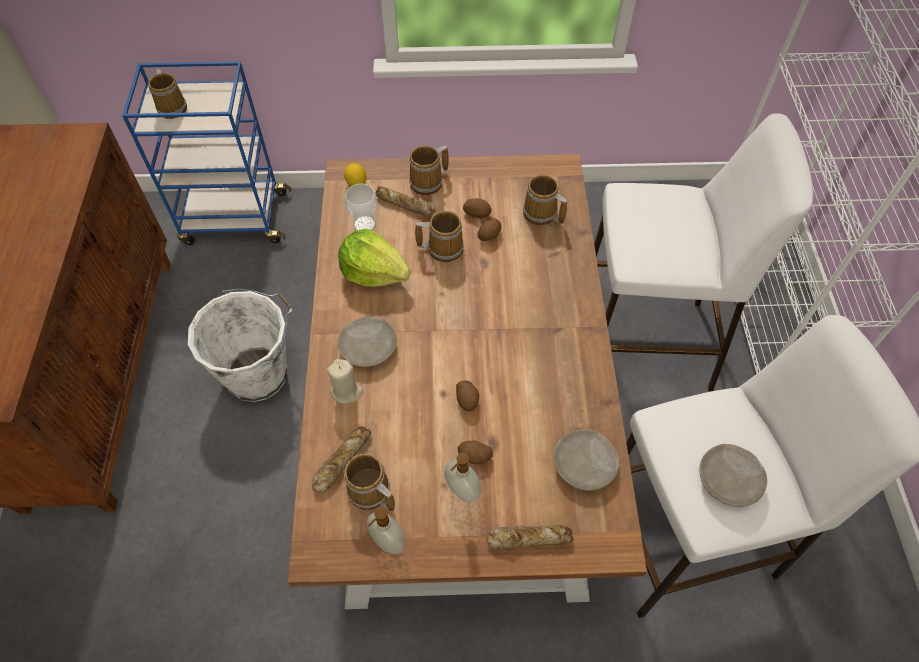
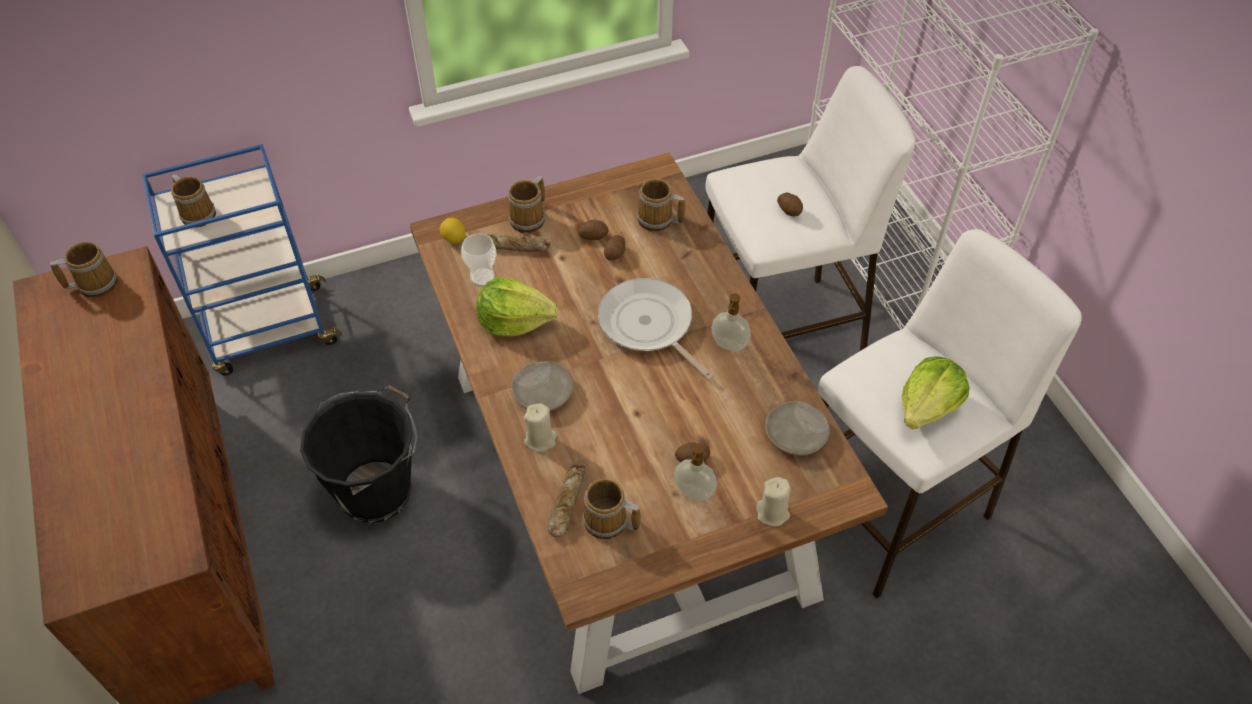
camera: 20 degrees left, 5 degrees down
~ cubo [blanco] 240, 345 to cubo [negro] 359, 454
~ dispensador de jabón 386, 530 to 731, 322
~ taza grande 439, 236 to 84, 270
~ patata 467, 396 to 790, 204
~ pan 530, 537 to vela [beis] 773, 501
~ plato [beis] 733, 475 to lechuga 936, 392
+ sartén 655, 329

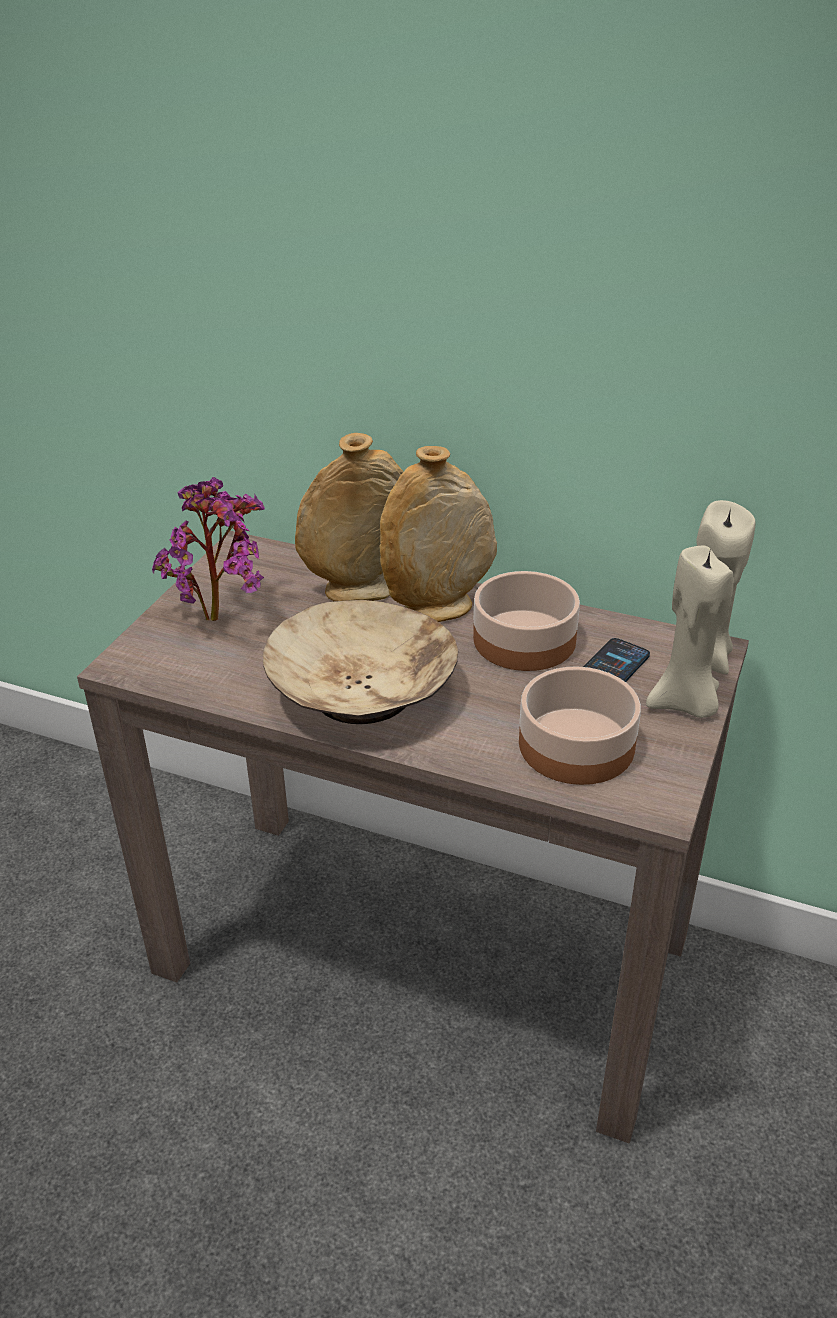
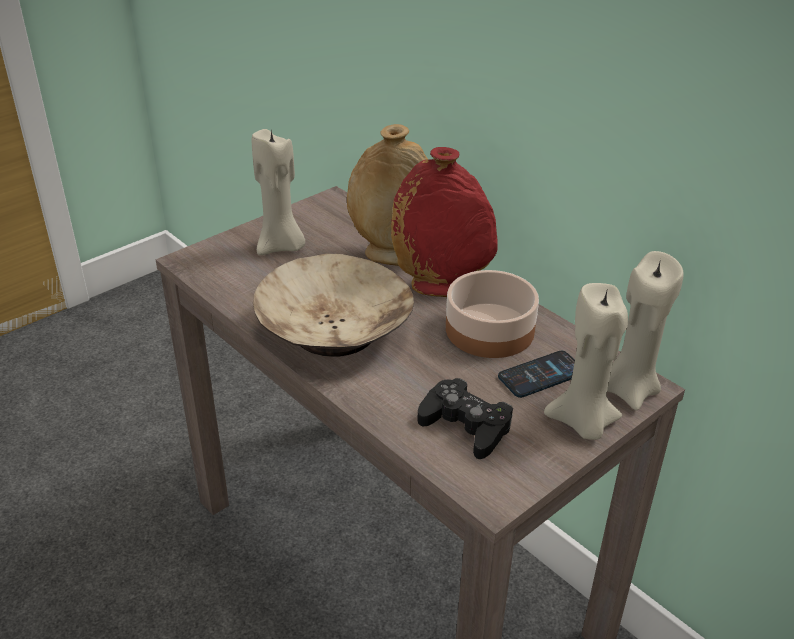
camera: 25 degrees right, 0 degrees up
~ planta en maceta 208, 549 to vela [beis] 278, 192
~ florero [beis] 438, 534 to florero [rojo] 444, 222
~ cuenco 580, 725 to mando de consola [negro] 465, 418

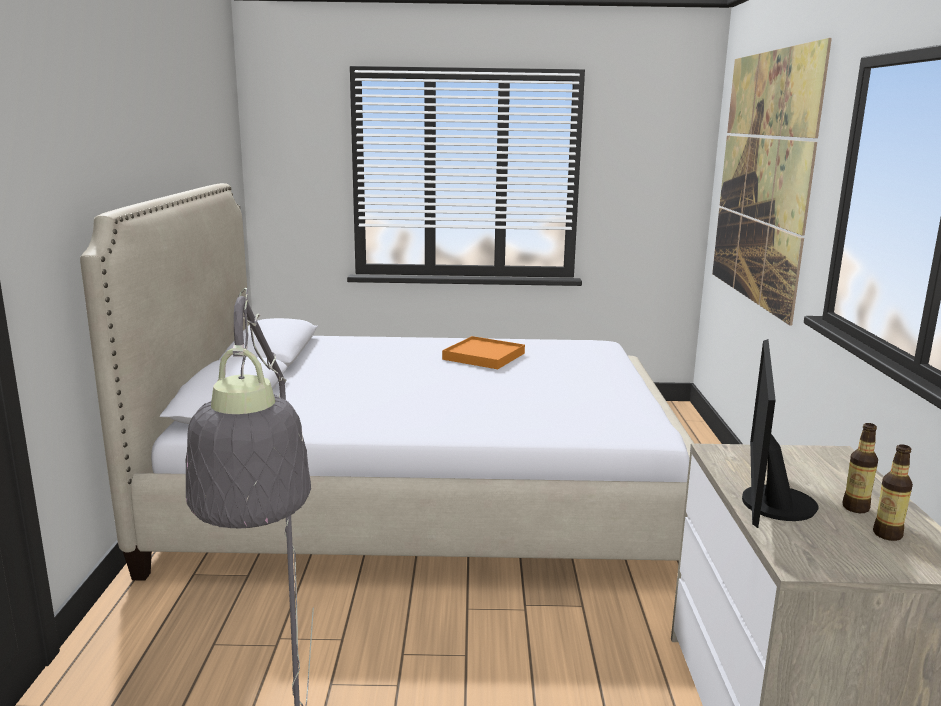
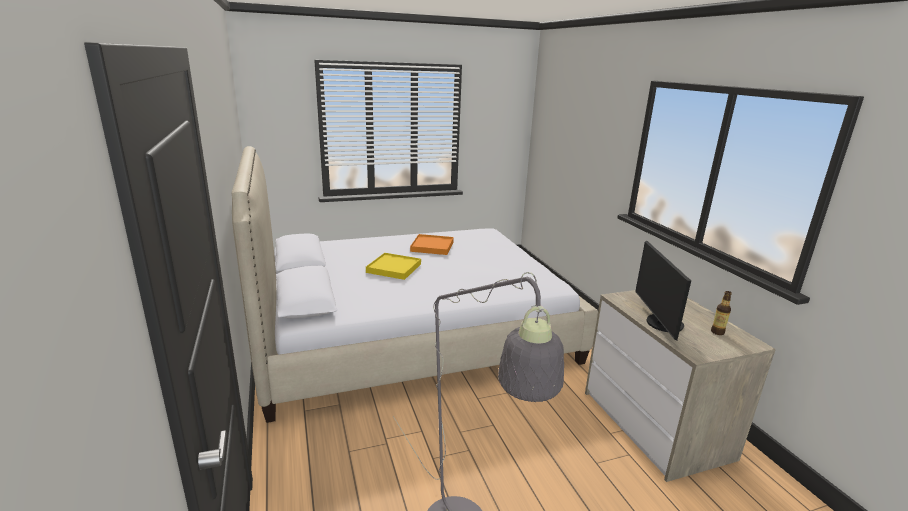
camera: 20 degrees left, 5 degrees up
- cuadro 772, 182
- botella 860, 468
+ bandeja [amarillo] 393, 266

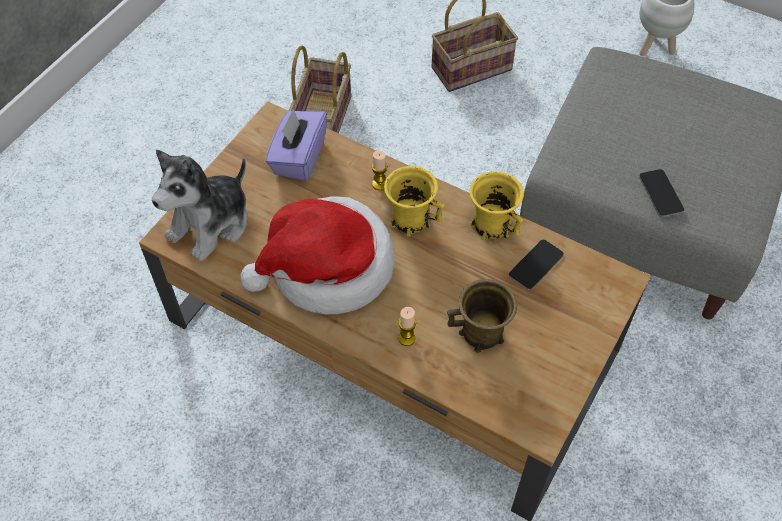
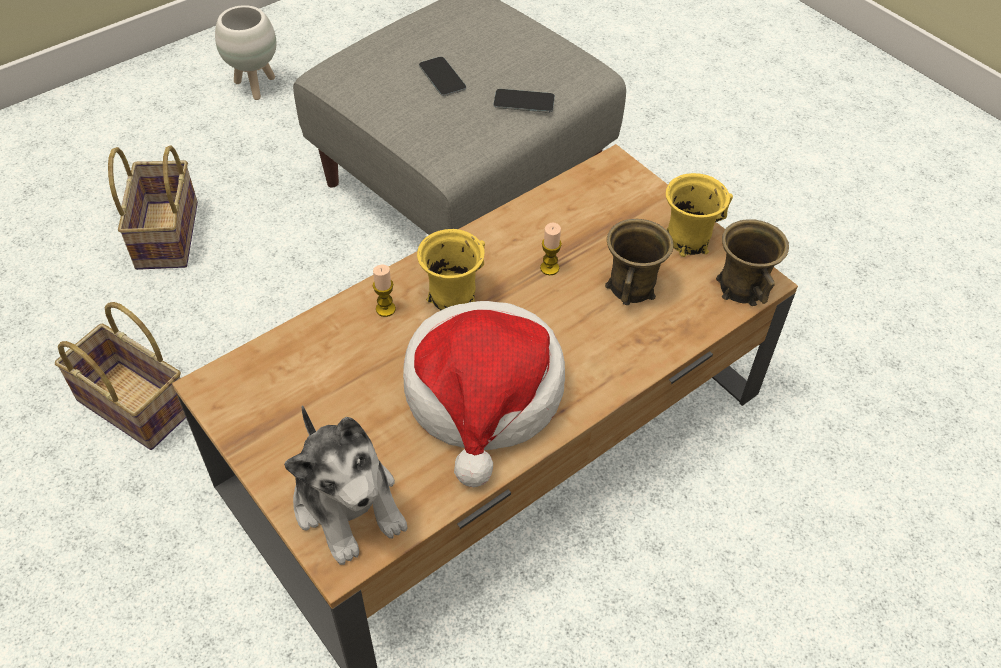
camera: 70 degrees left, 5 degrees down
- caja de pañuelos [morado] 296, 145
~ vela 407, 326 to 551, 248
~ taza grande [amarillo] 496, 205 to 699, 215
~ móvil 536, 265 to 442, 76
+ taza grande [marrón] 752, 262

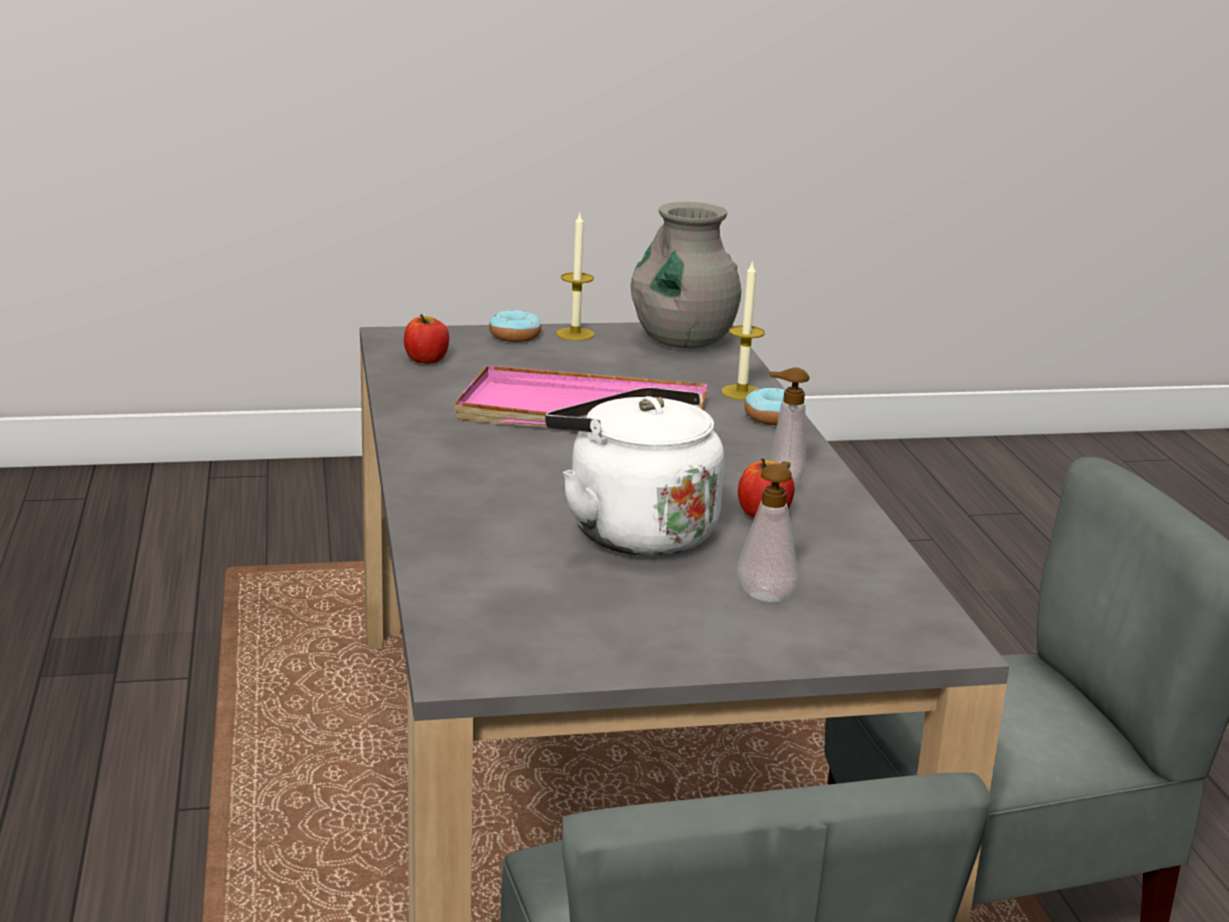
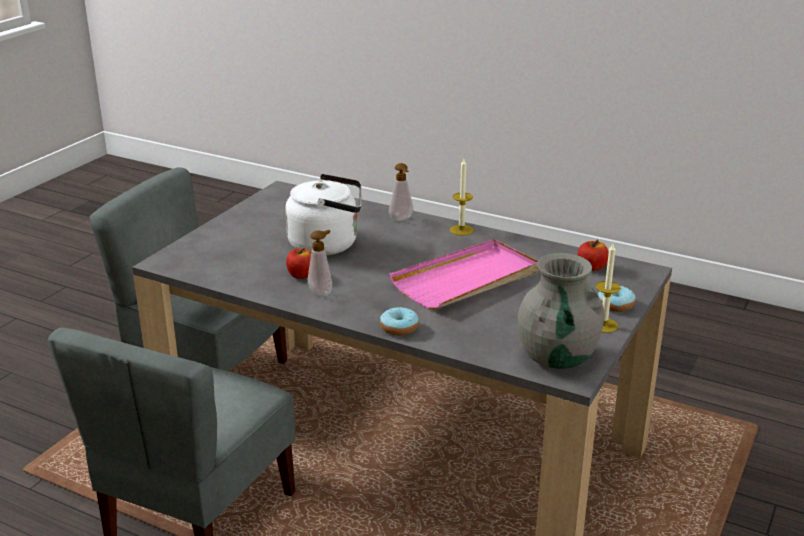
camera: 130 degrees right, 5 degrees up
~ vela 743, 330 to 462, 197
~ dispensador de jabón 767, 531 to 401, 192

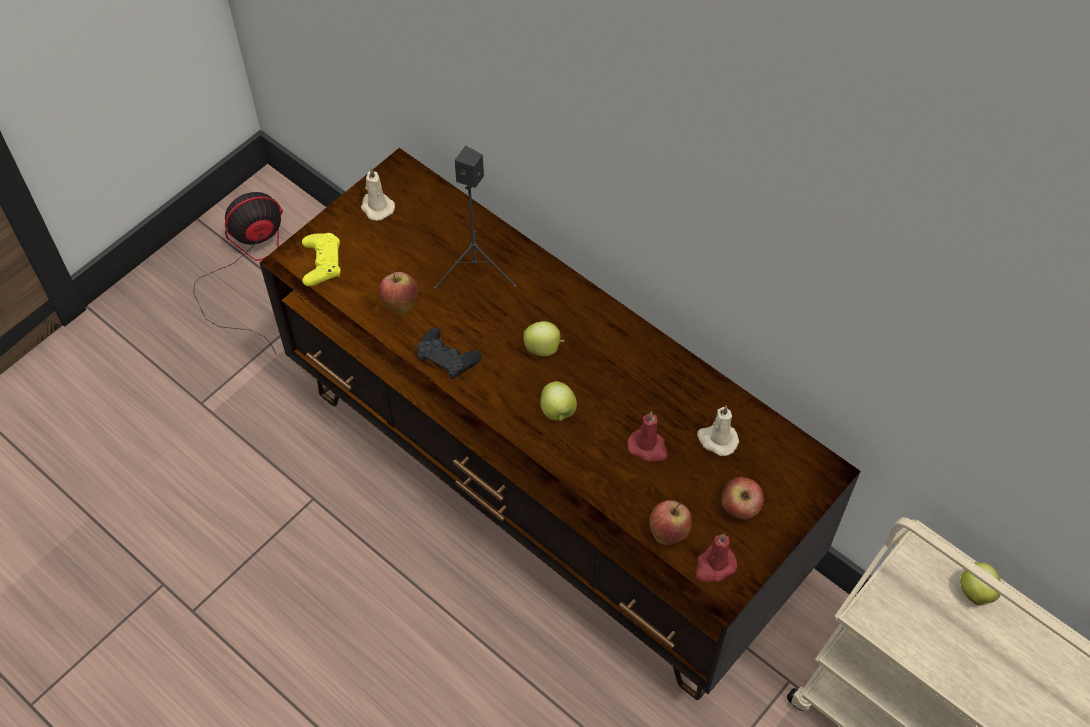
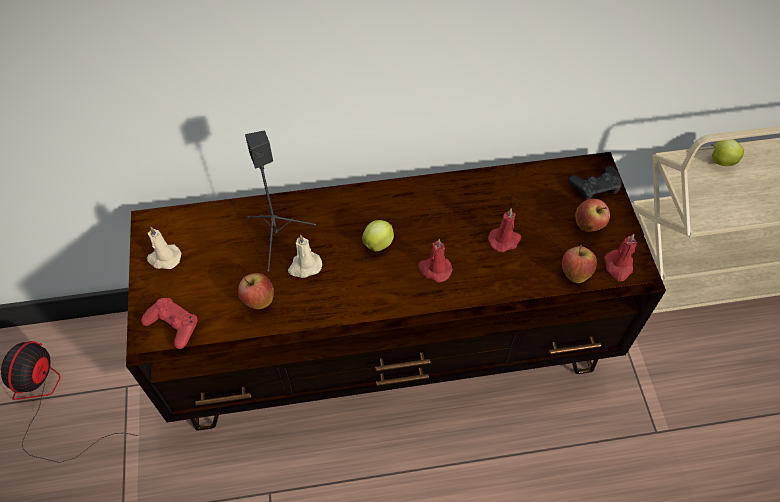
camera: 50 degrees left, 0 degrees up
~ mando de consola [amarillo] 321, 259 to mando de consola [rojo] 169, 323
~ mando de consola [negro] 449, 353 to 595, 183
~ manzana 559, 401 to vela [rojo] 435, 260
~ vela [beis] 718, 430 to 305, 256

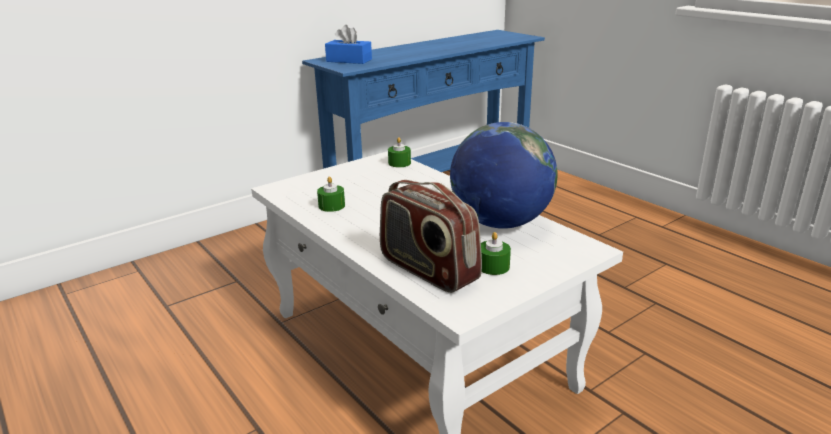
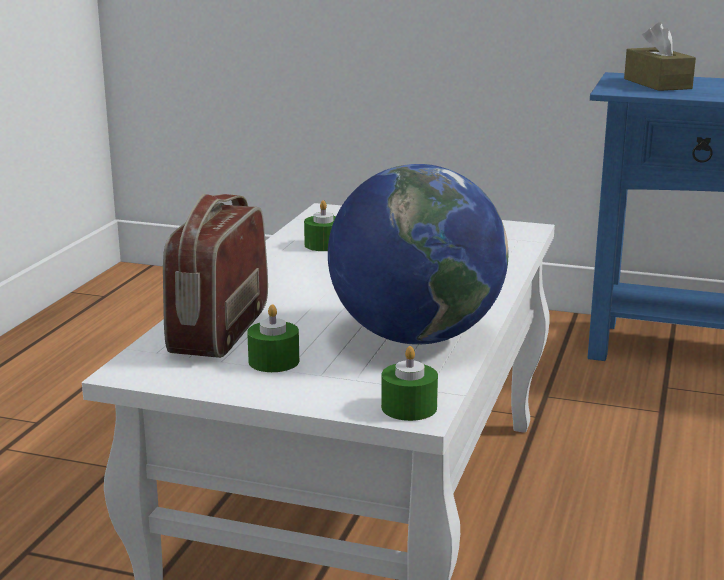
camera: 55 degrees right, 5 degrees down
~ caja de pañuelos [azul] 348, 44 to caja de pañuelos [marrón] 660, 56
~ vela [verde] 399, 152 to 409, 383

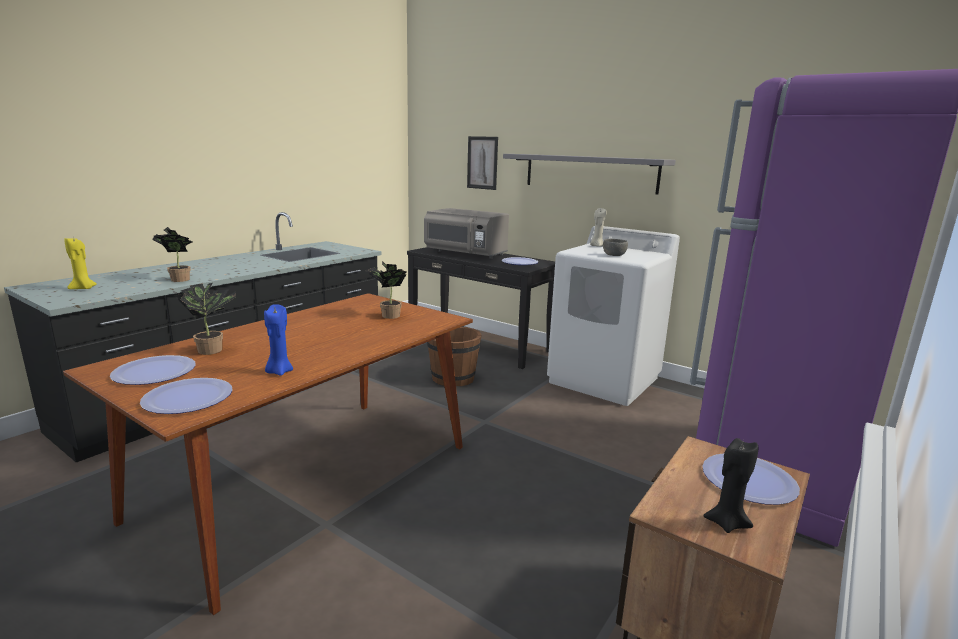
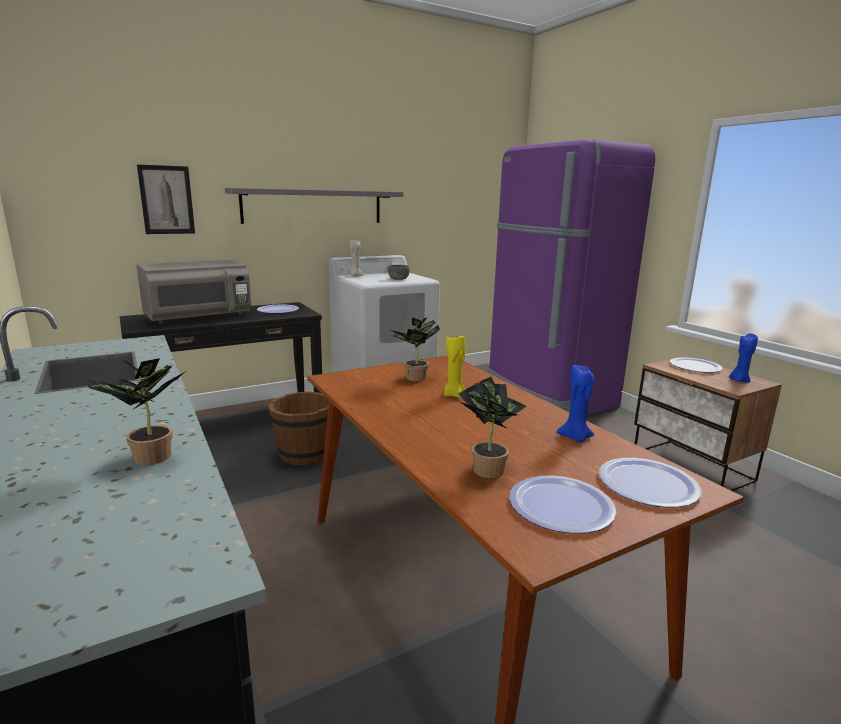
camera: 65 degrees left, 0 degrees up
~ vela [amarillo] 80, 262 to 455, 367
~ vela [negro] 730, 485 to vela [azul] 743, 358

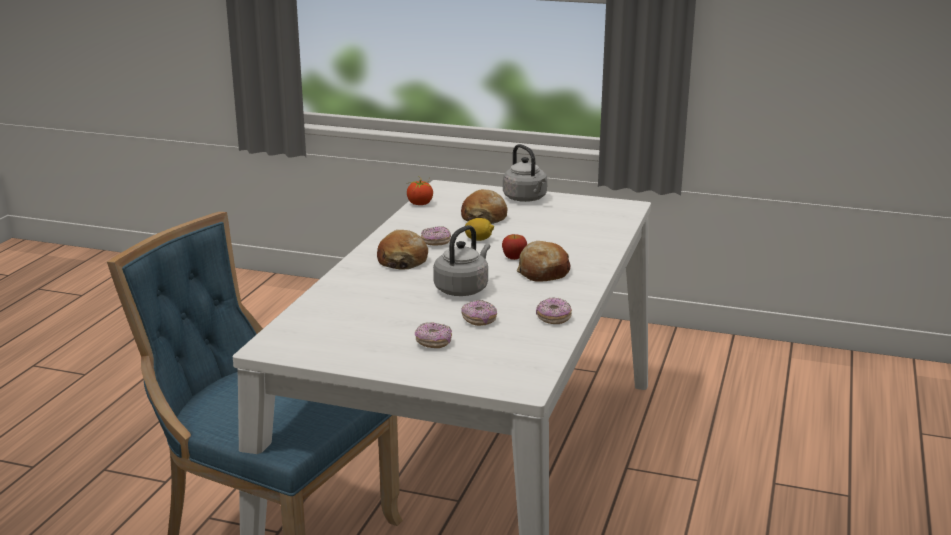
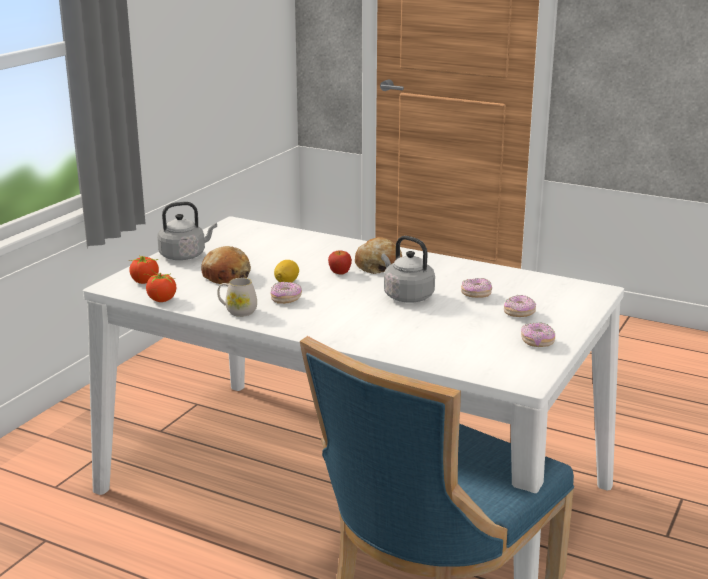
camera: 80 degrees left, 0 degrees up
- pan 402, 250
~ rosquilla 554, 310 to 538, 334
+ tomate 144, 269
+ taza grande [blanco] 237, 297

